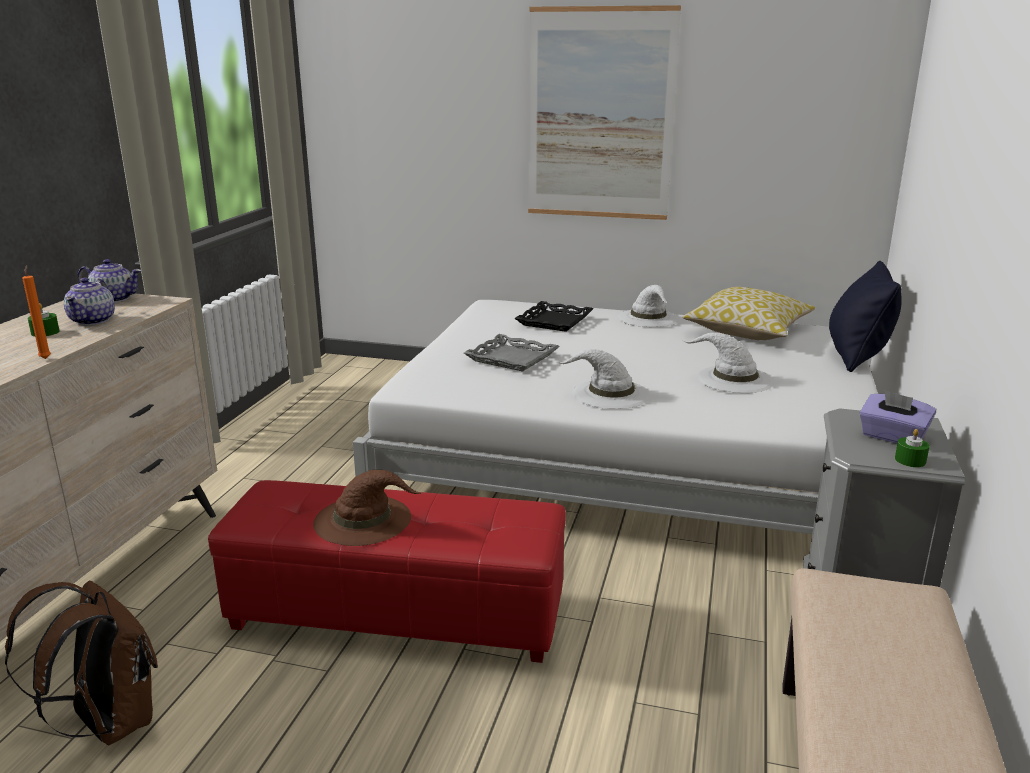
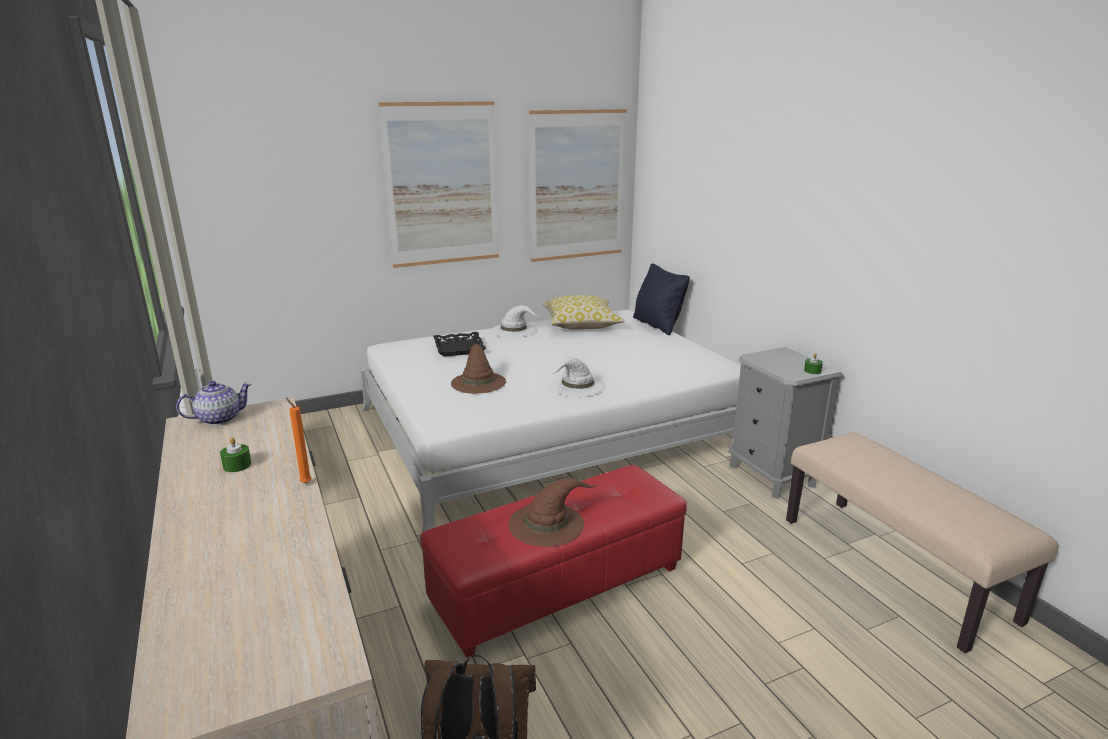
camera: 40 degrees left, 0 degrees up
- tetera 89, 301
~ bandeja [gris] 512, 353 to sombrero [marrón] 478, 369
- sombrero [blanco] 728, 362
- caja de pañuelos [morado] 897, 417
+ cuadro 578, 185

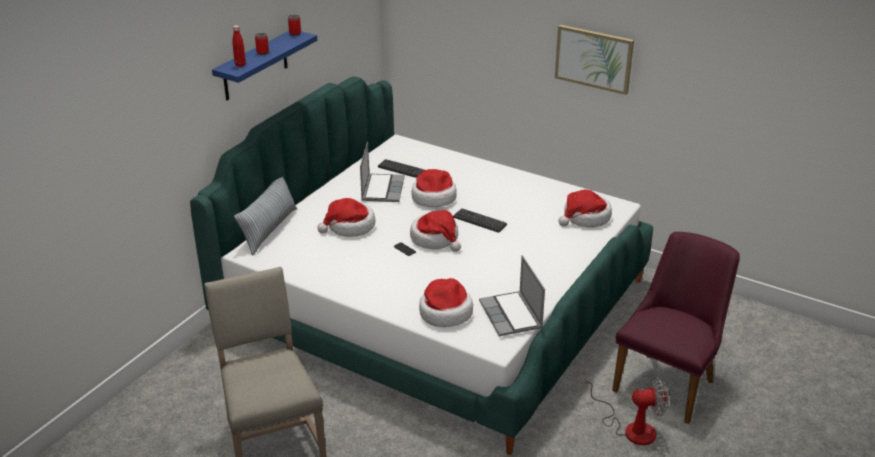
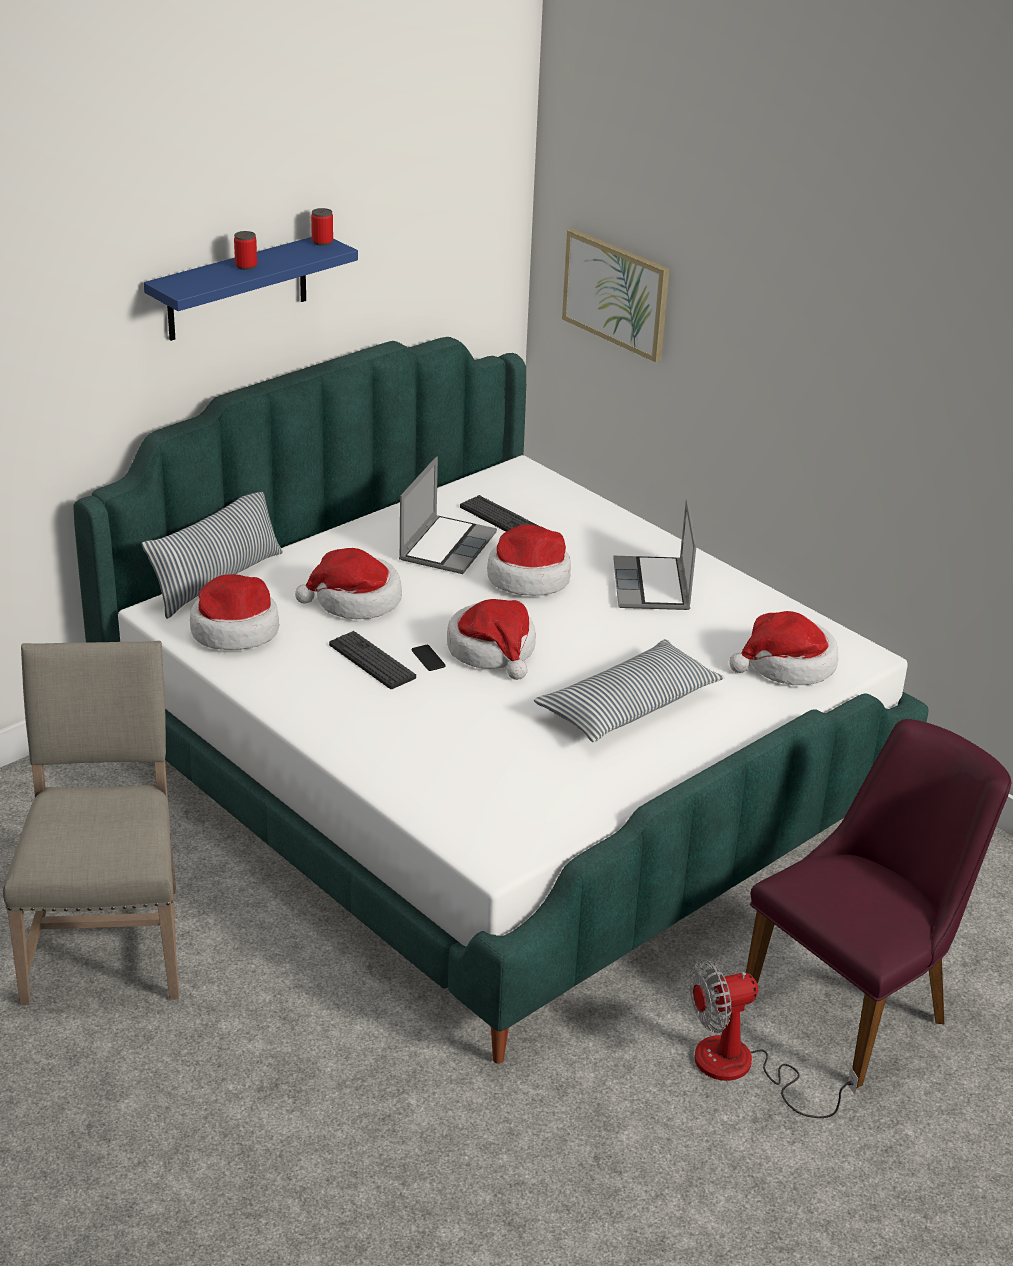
camera: 15 degrees right, 0 degrees up
- botella [rojo] 239, 46
~ sombrero 446, 302 to 234, 612
~ teclado 480, 220 to 372, 660
~ portátil 512, 295 to 655, 554
~ cuadro 594, 60 to 615, 295
~ ventilador 627, 410 = 774, 1038 150 degrees clockwise
+ cojín 629, 690

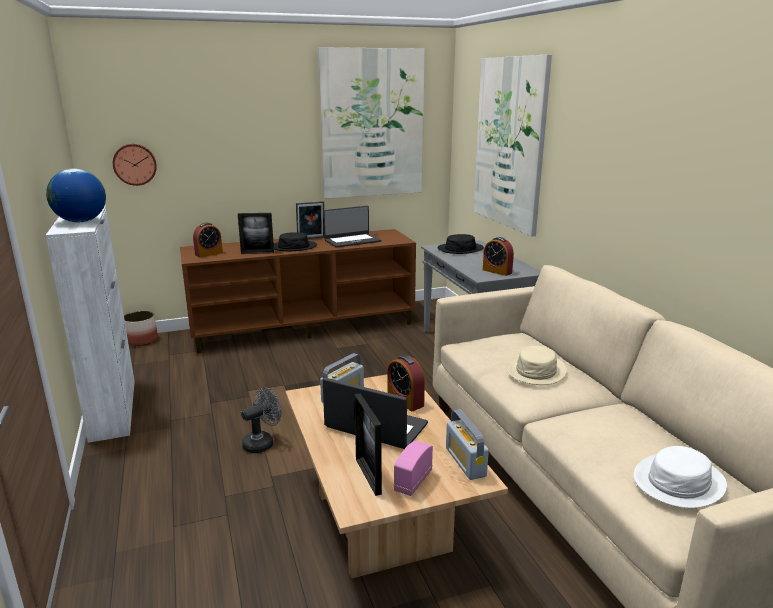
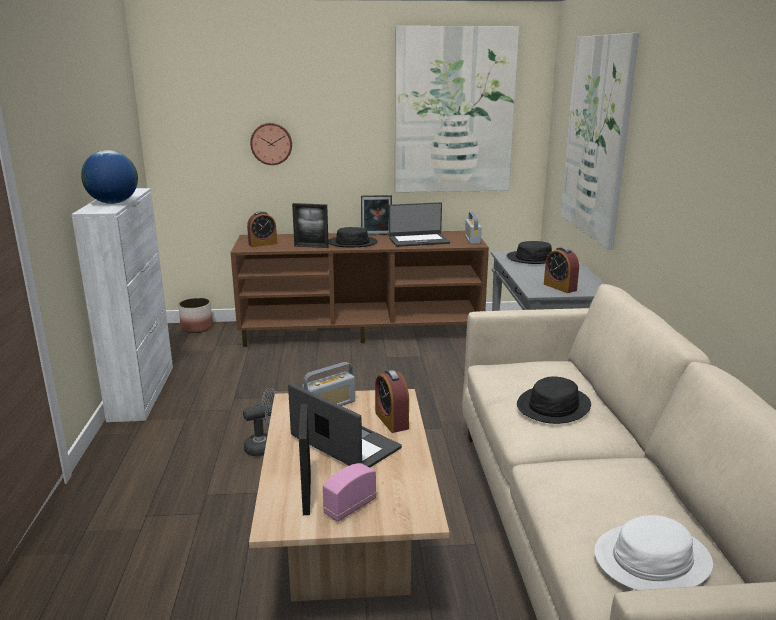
camera: 15 degrees right, 0 degrees up
~ reloj de pared 135, 165 to 271, 144
~ radio 467, 444 to 473, 228
~ sombrero [beis] 537, 365 to sombrero [negro] 554, 400

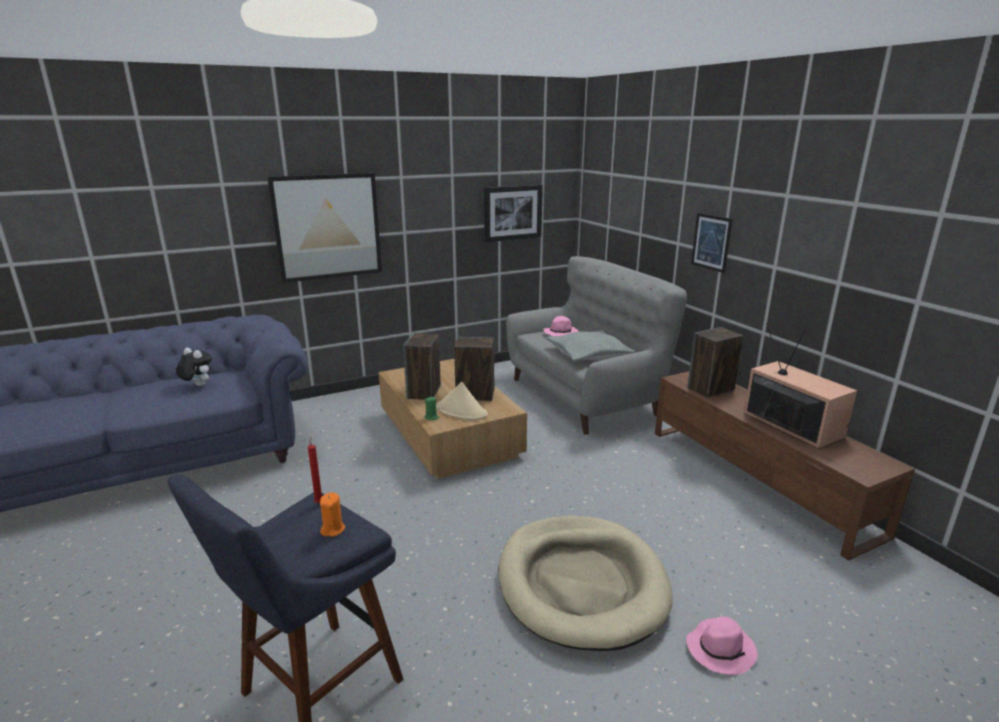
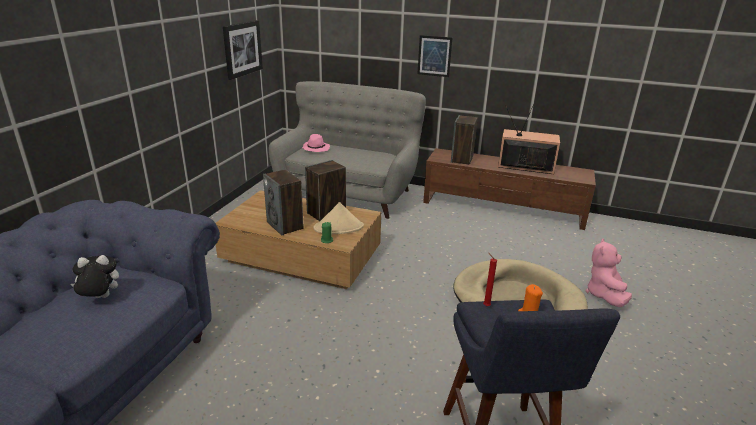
camera: 45 degrees left, 5 degrees up
- cuadro 324, 228
- cojín [gris] 591, 345
~ sombrero [rosa] 722, 646 to peluche [rosa] 609, 272

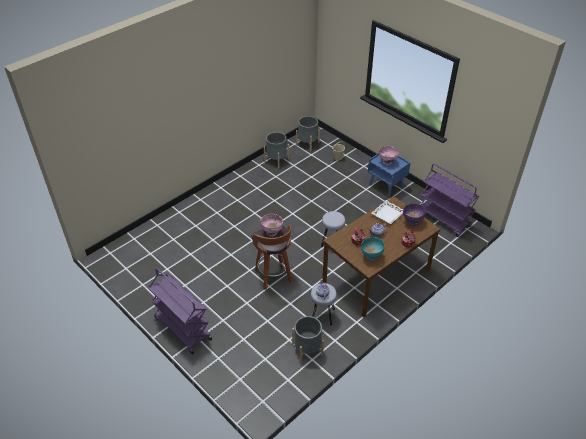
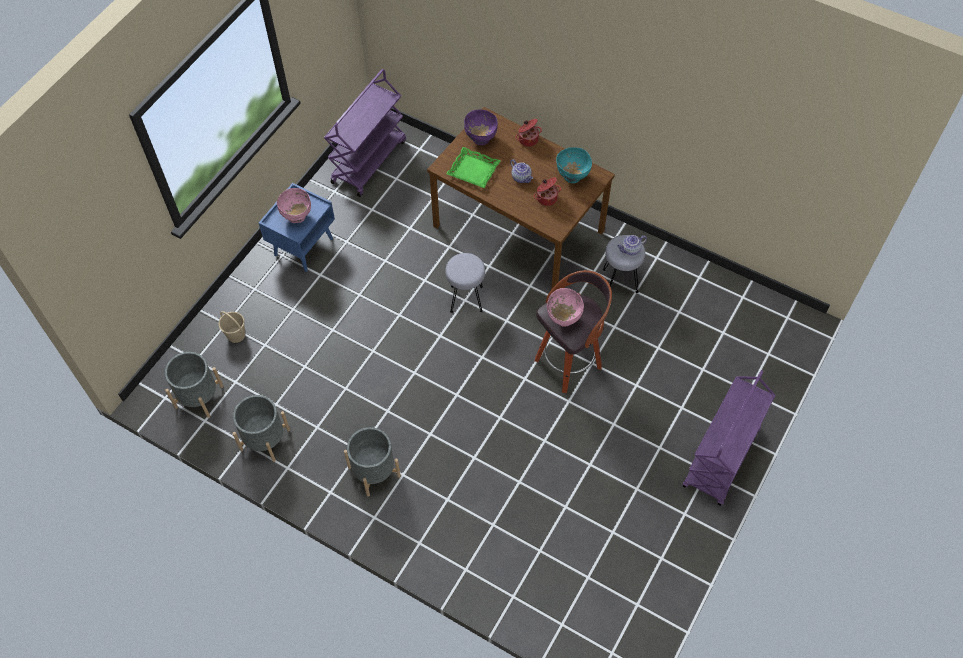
camera: 105 degrees left, 15 degrees up
~ maceta [gris] 308, 339 to 372, 462
~ bandeja [blanco] 387, 212 to bandeja [verde] 473, 167

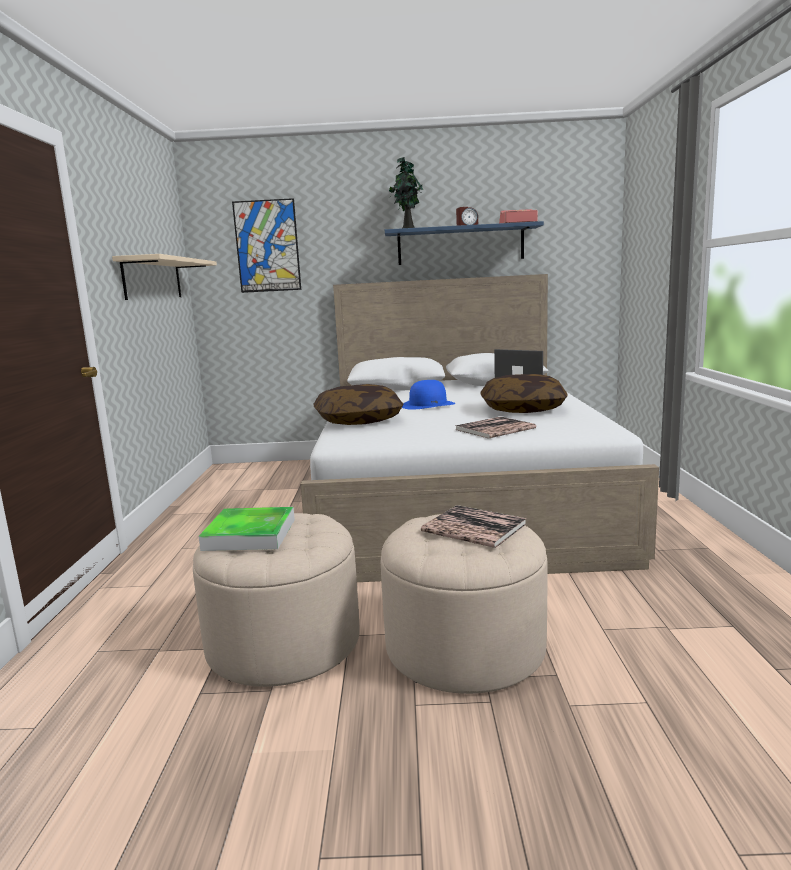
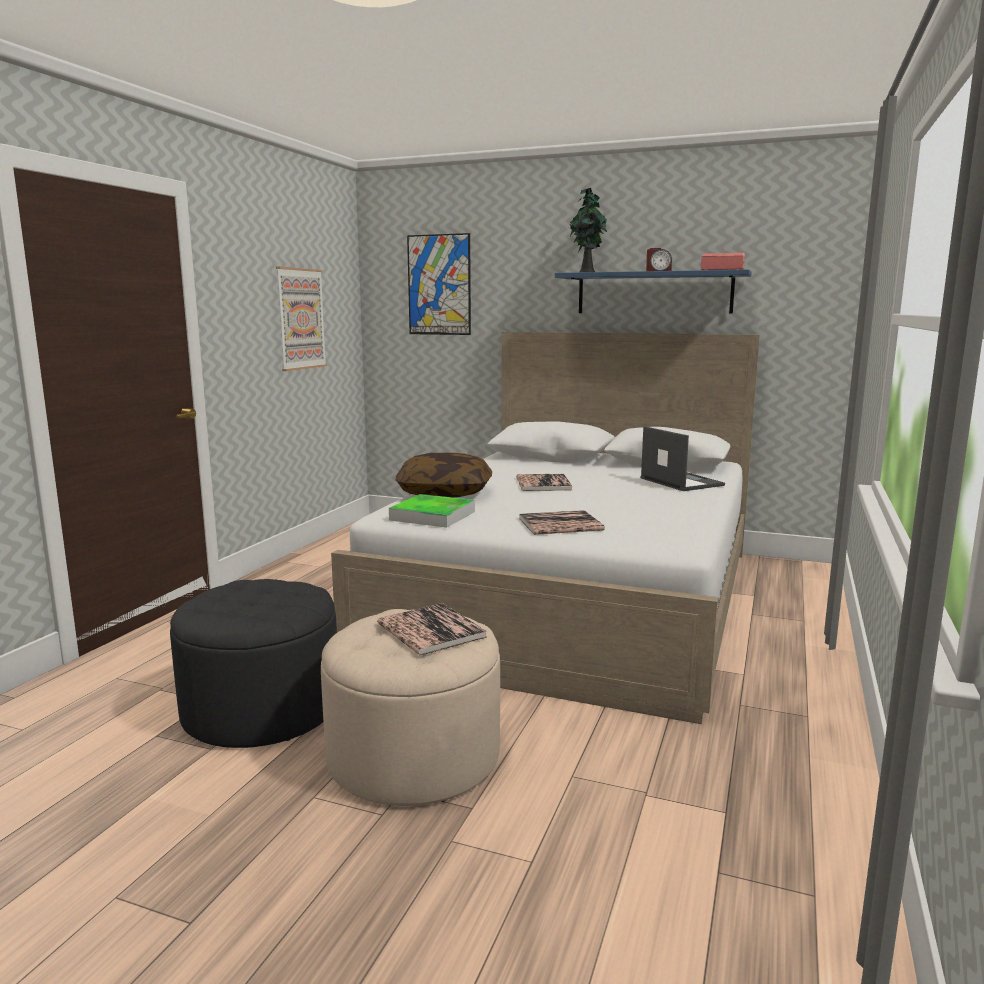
camera: 20 degrees right, 0 degrees up
~ estante [beis] 164, 277 to cuadro 301, 318
~ puf [beis] 276, 600 to puf [negro] 253, 663
~ bandeja 247, 529 to 432, 511
~ sombrero [azul] 428, 395 to libro 544, 482
- cojín 524, 393

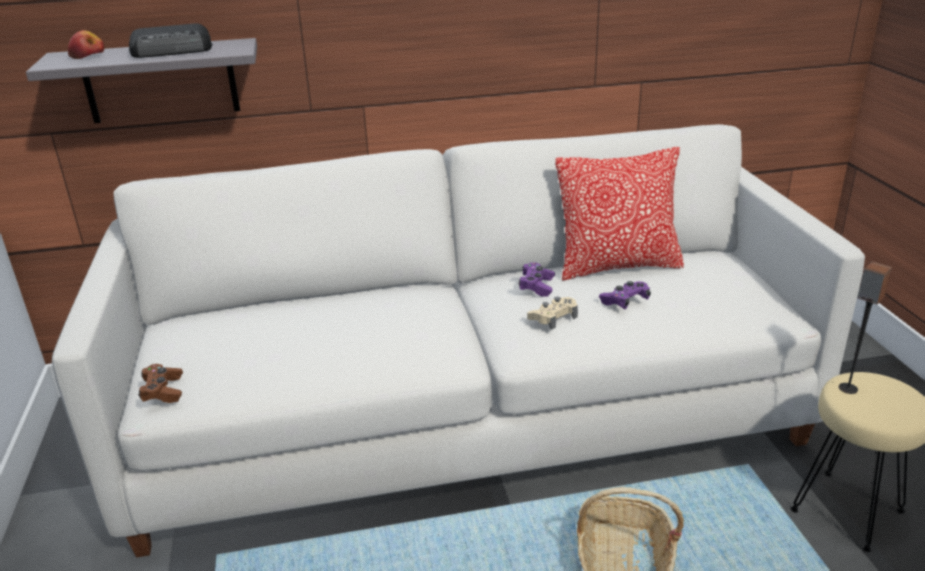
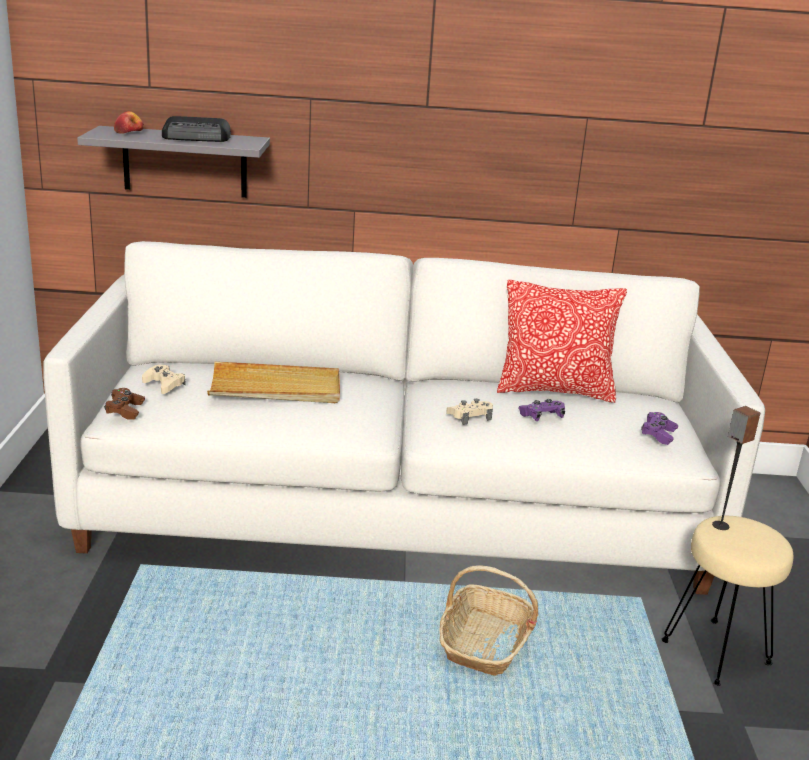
camera: 10 degrees right, 5 degrees down
~ mando de consola [morado] 536, 280 to 660, 428
+ mando de consola [beis] 164, 379
+ bandeja [beis] 273, 382

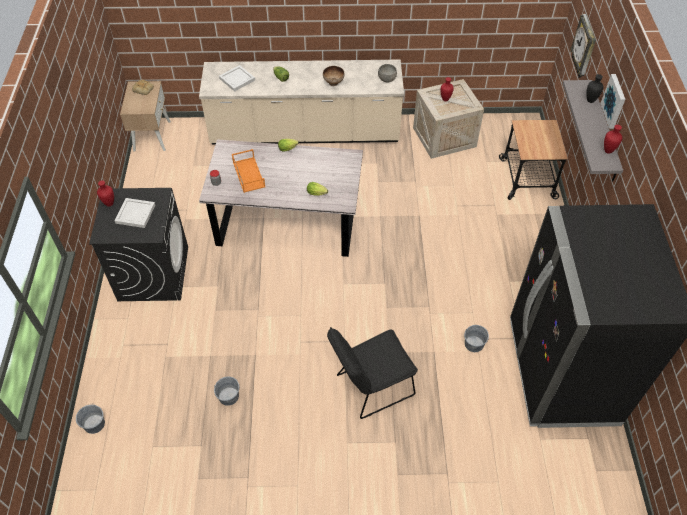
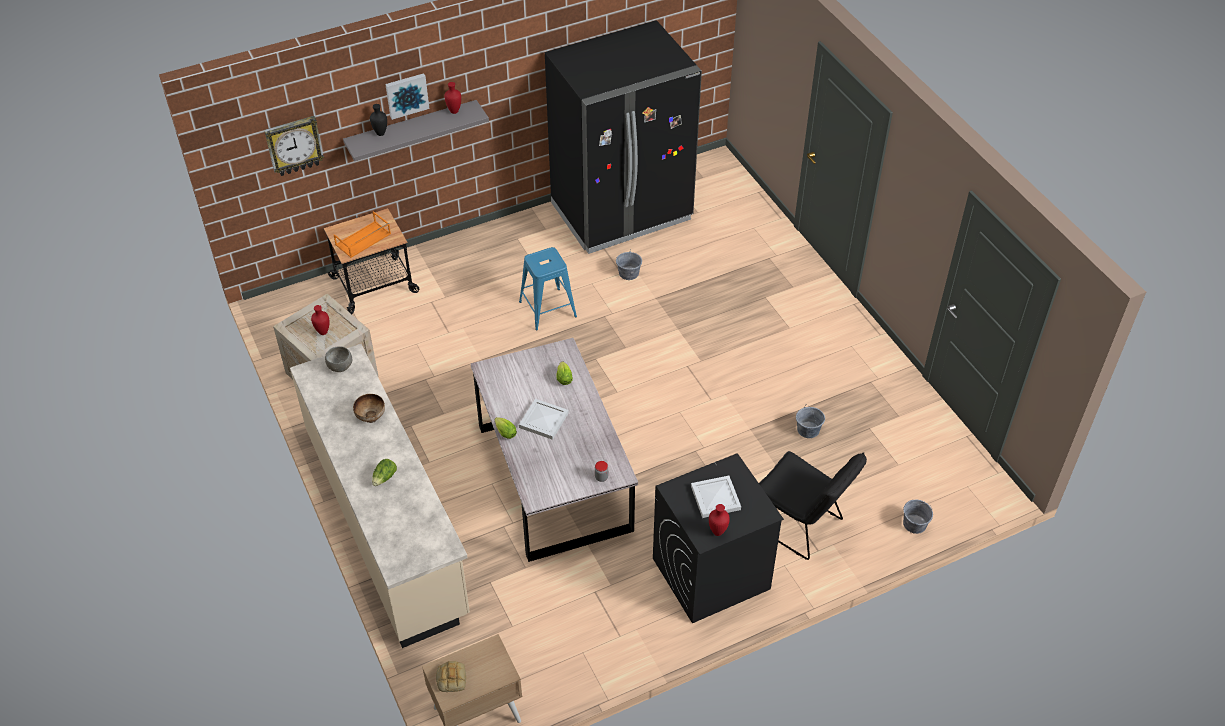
camera: 115 degrees left, 5 degrees down
~ bandeja [blanco] 237, 78 to 544, 419
~ bandeja [naranja] 248, 171 to 362, 234
~ silla [negro] 372, 373 to 813, 505
+ taburete [azul] 548, 289

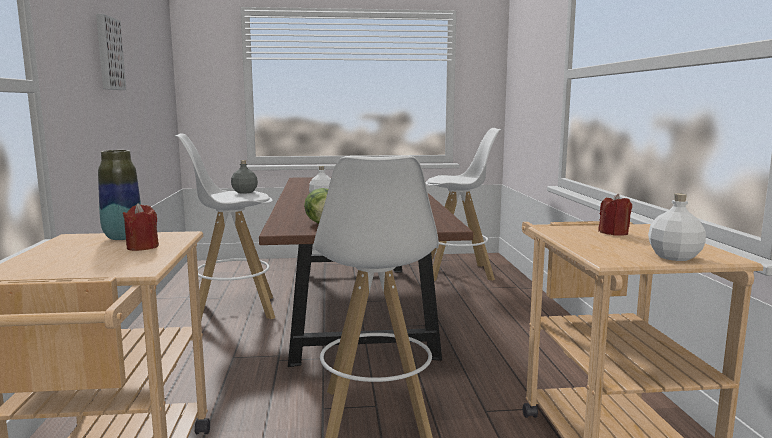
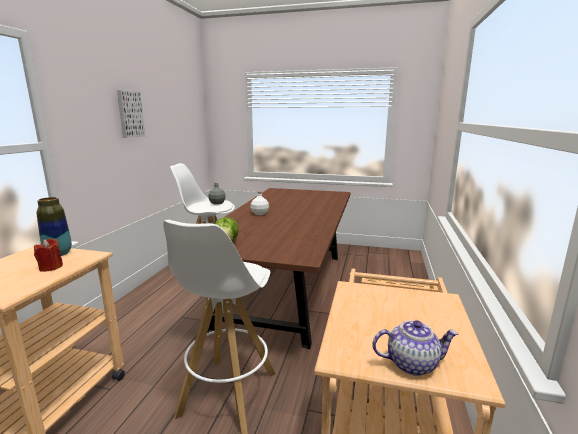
camera: 20 degrees right, 5 degrees up
- taburete [blanco] 463, 204
- vela [rojo] 615, 215
~ botella [blanco] 677, 227 to tetera 415, 348

